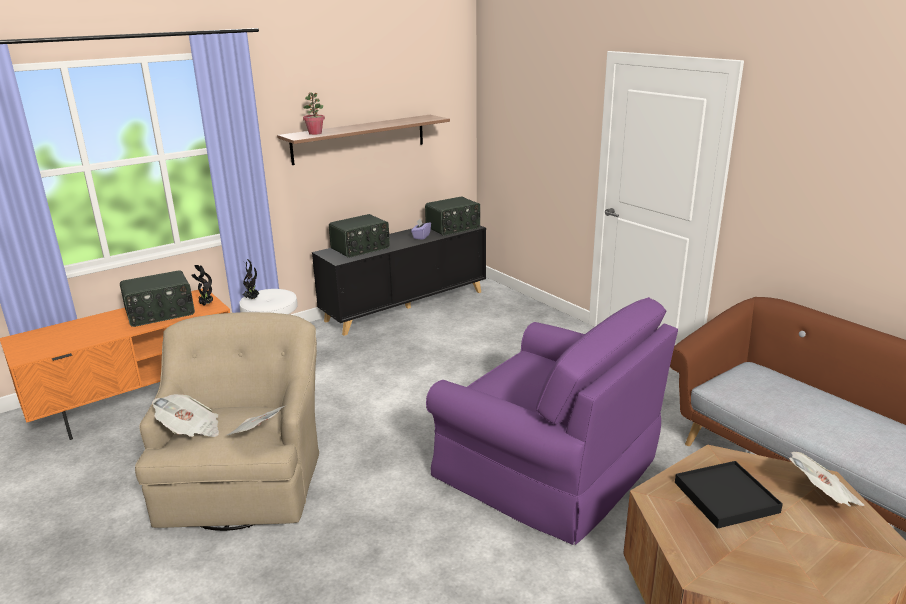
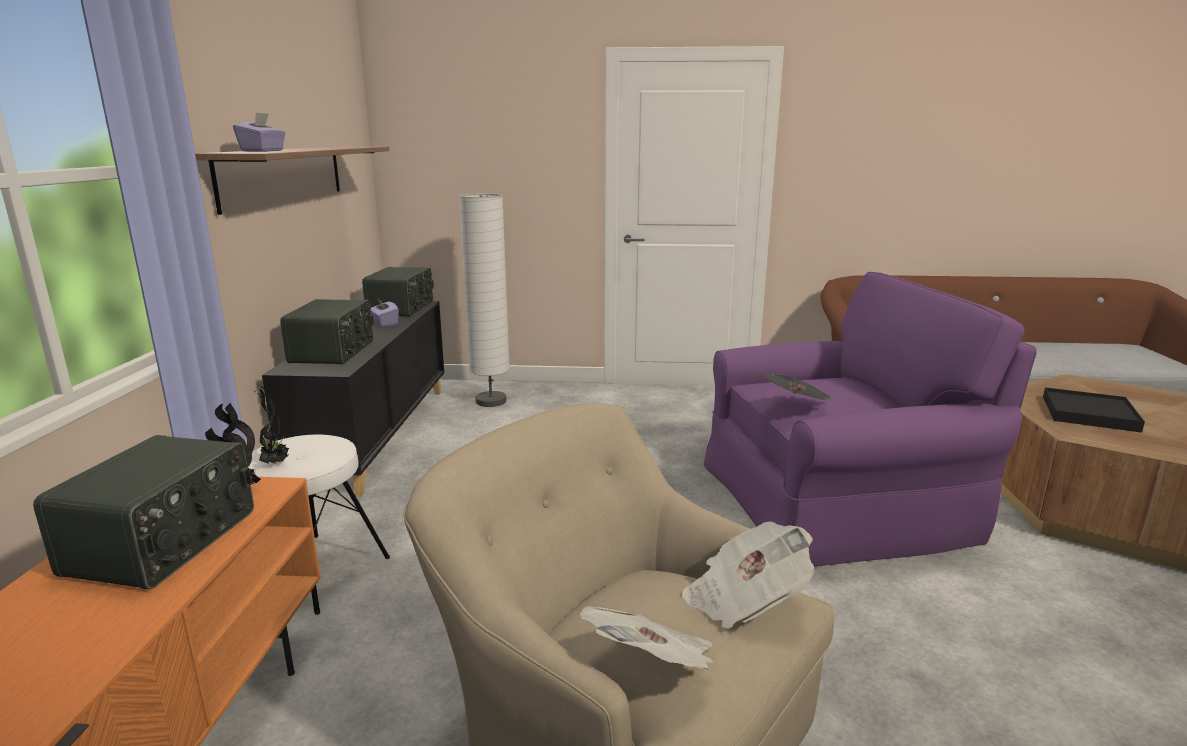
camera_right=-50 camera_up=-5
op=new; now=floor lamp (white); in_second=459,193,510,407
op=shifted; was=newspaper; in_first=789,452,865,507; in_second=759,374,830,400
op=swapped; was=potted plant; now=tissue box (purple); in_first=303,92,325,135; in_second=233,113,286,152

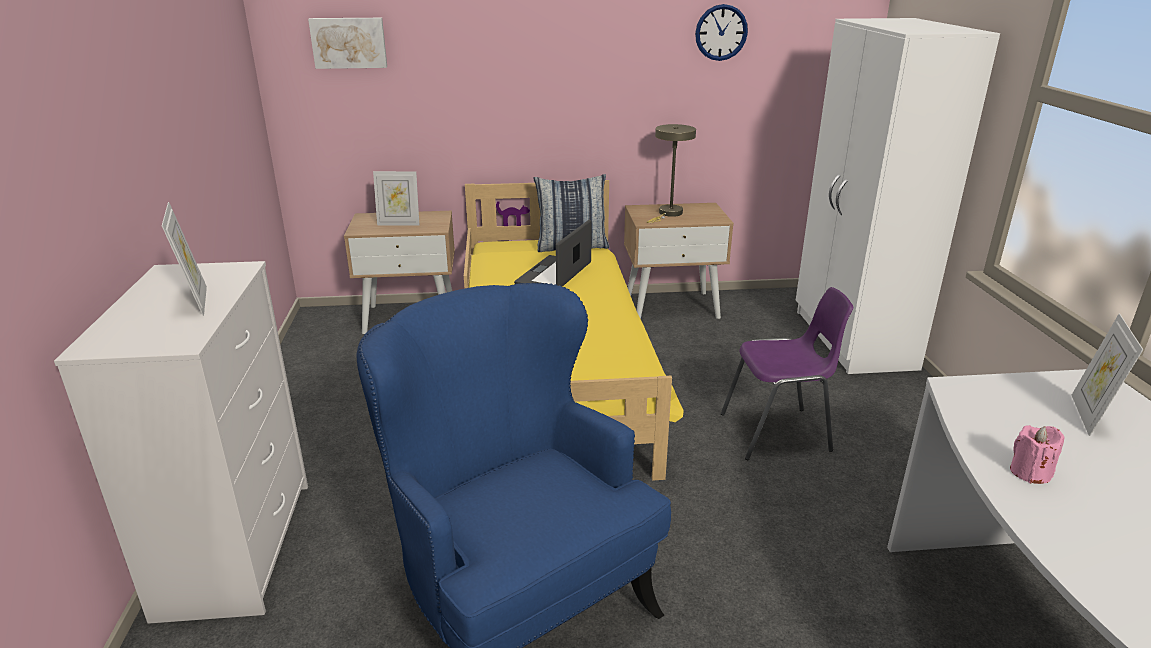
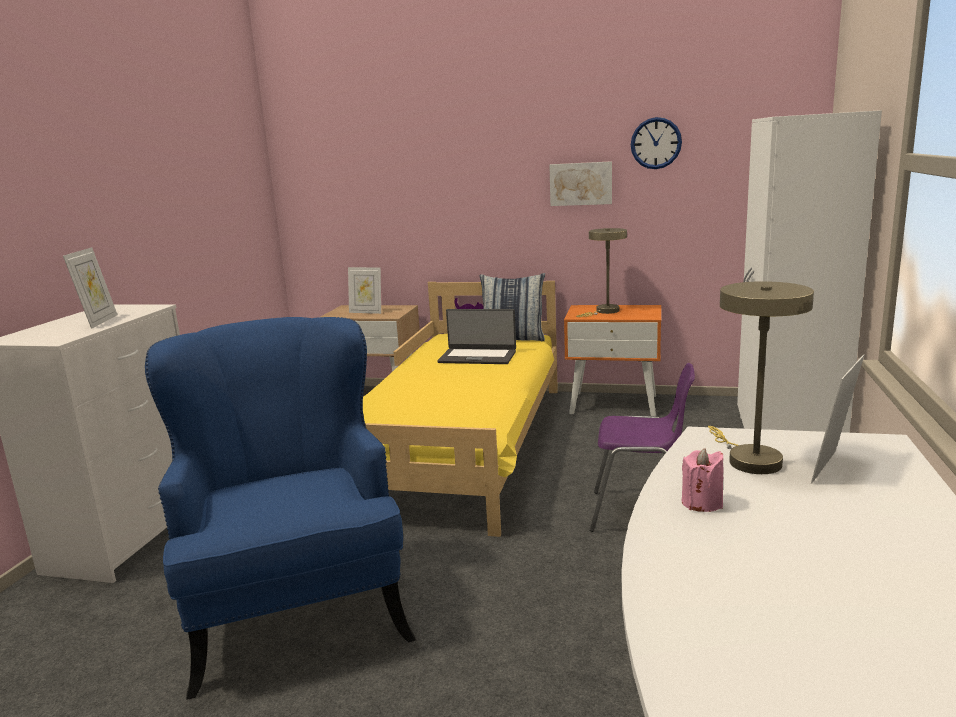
camera_right=20 camera_up=-10
op=new; now=table lamp (beige); in_second=708,281,814,474
op=shifted; was=picture; in_first=308,18,387,69; in_second=549,161,612,206
op=repainted; was=nightstand (beige); now=nightstand (orange); in_first=624,203,734,319; in_second=564,305,661,416
op=rotated; was=laptop; in_first=514,220,592,287; in_second=437,309,516,364; clockwise=-120

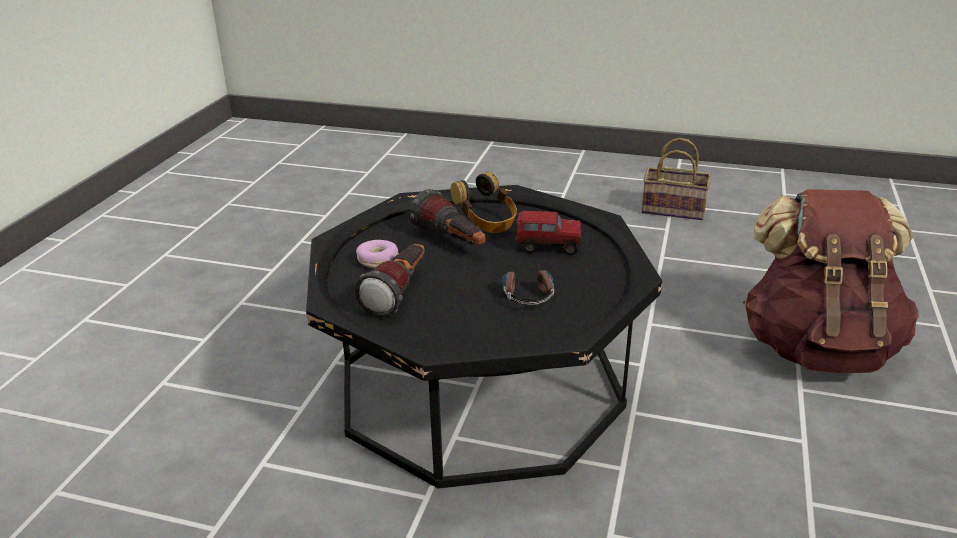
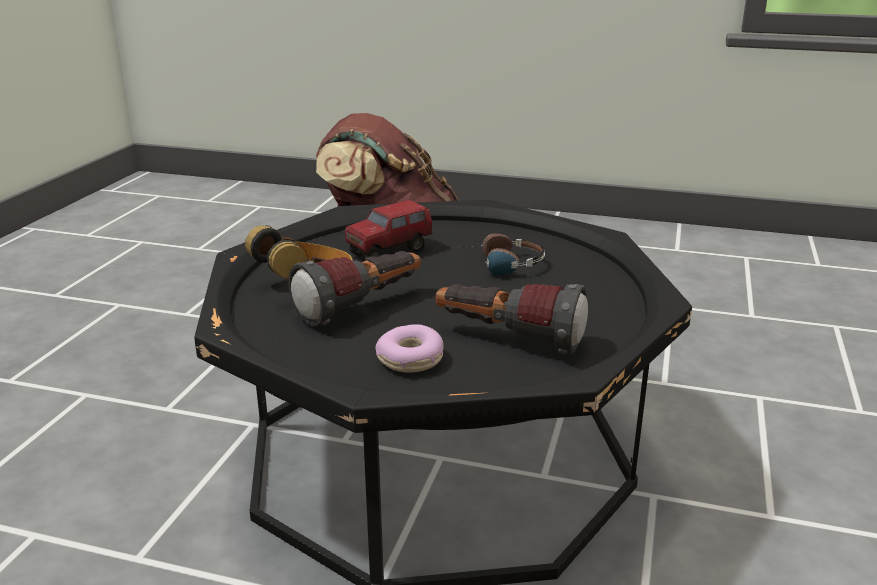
camera_right=-90 camera_up=-5
op=gone; was=basket; in_first=641,138,711,220
op=rotated; was=toy truck; in_first=516,211,581,255; in_second=345,200,432,259; clockwise=-135

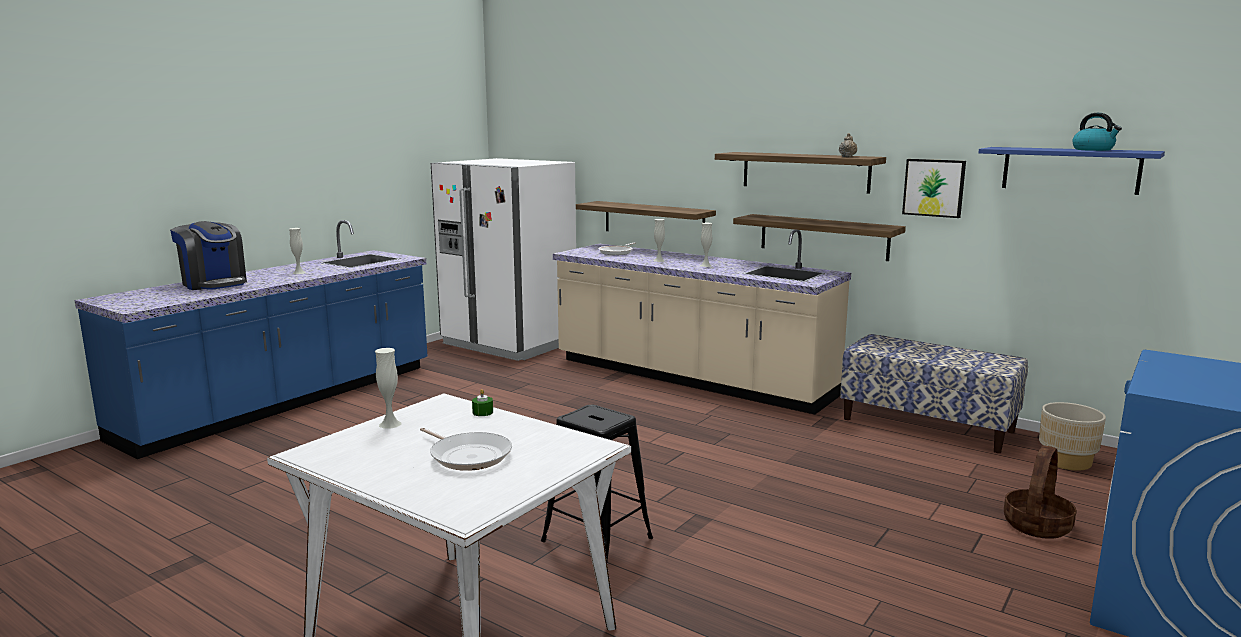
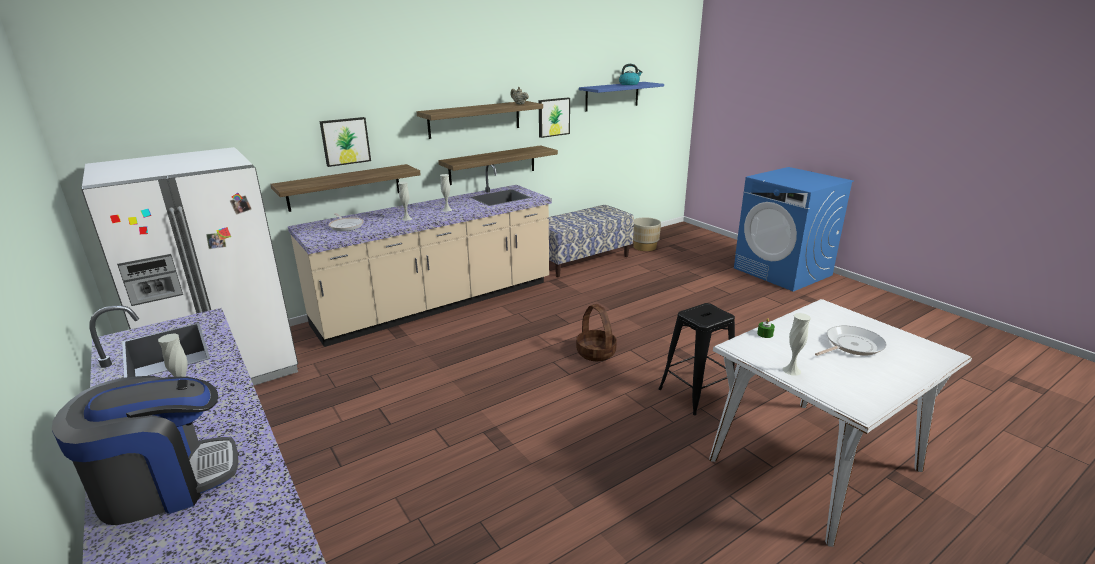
camera_right=-70 camera_up=10
op=new; now=picture; in_second=319,117,371,167
op=shifted; was=basket; in_first=1004,445,1077,539; in_second=576,304,617,361

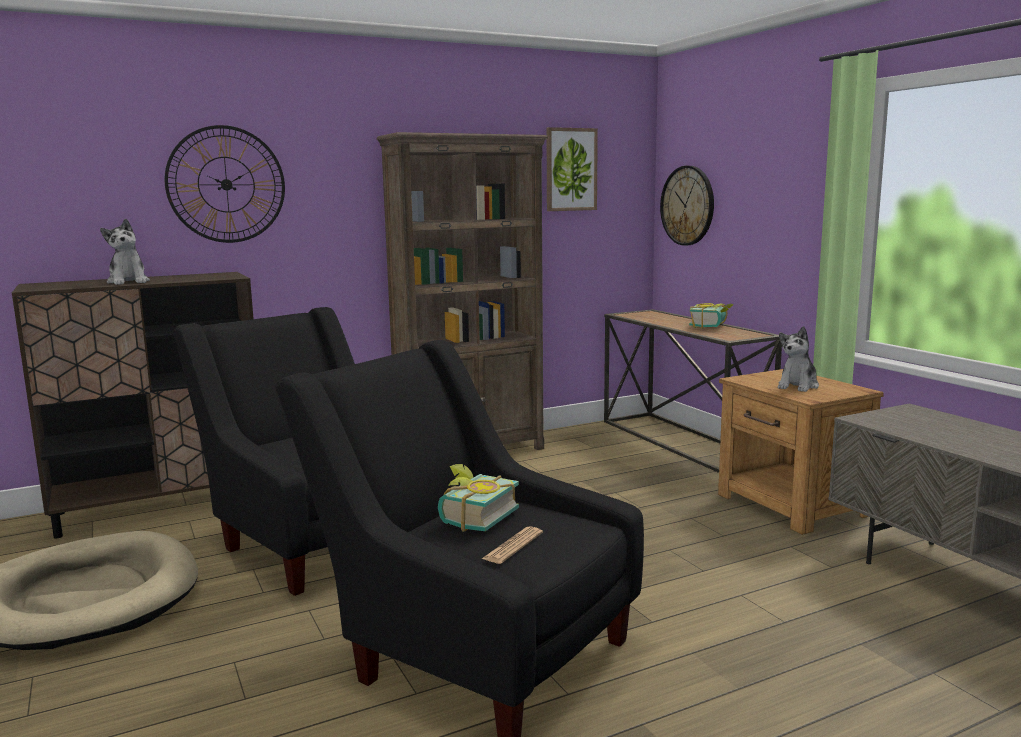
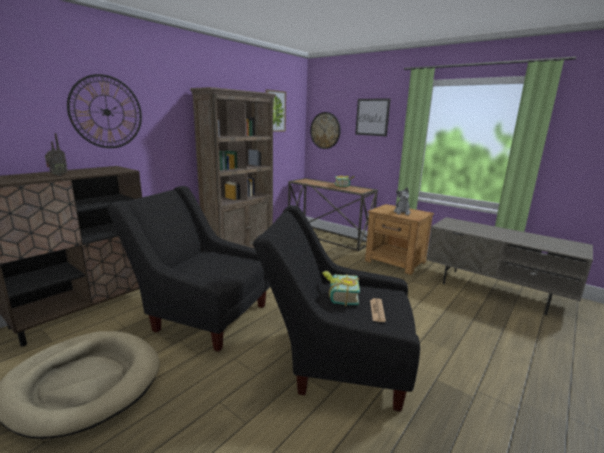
camera_right=-25 camera_up=5
op=new; now=picture; in_second=355,98,391,136
op=swapped; was=plush toy; now=radio; in_first=100,219,150,285; in_second=45,133,68,176

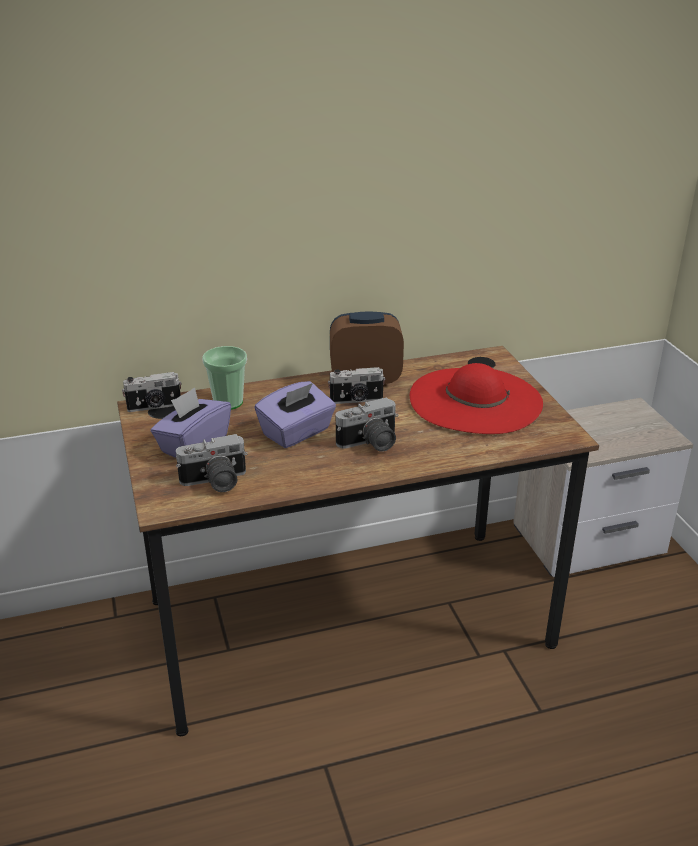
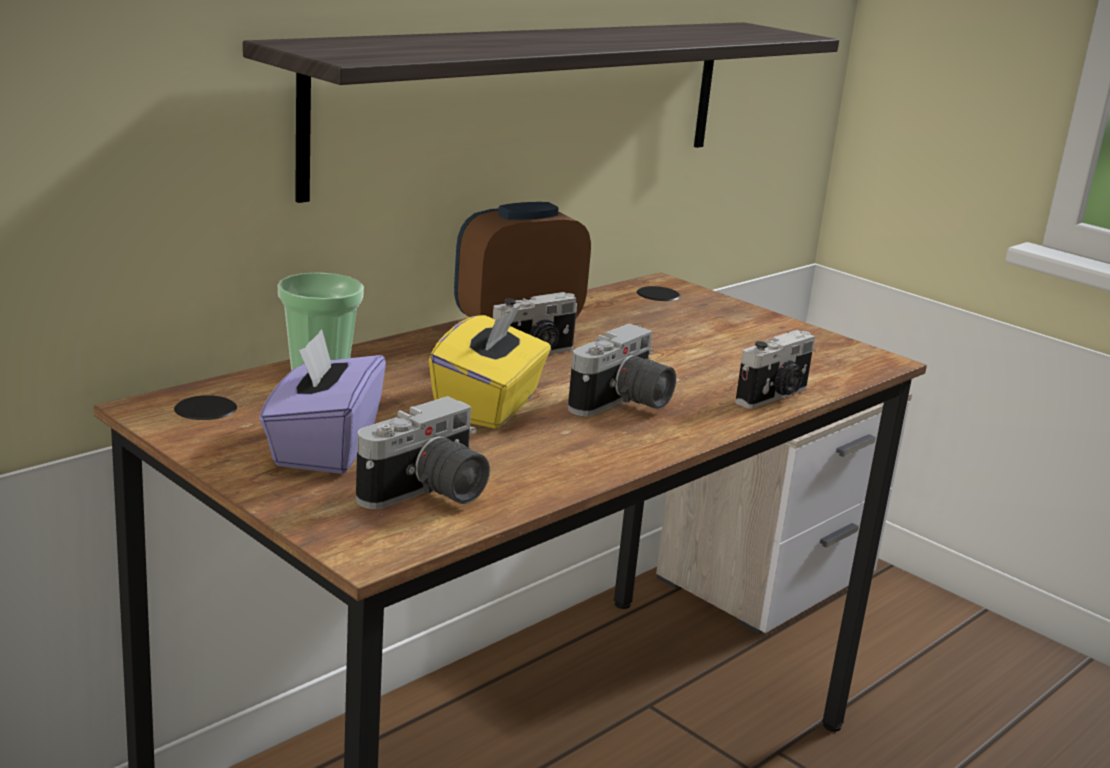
camera_right=-30 camera_up=-10
op=gone; was=hat (red); in_first=410,363,543,434
op=new; now=shelf; in_second=243,22,839,203
op=shifted; was=photo camera; in_first=122,372,182,412; in_second=735,330,815,409
op=repainted; was=tissue box (purple); now=tissue box (yellow); in_first=254,381,336,448; in_second=429,305,551,429

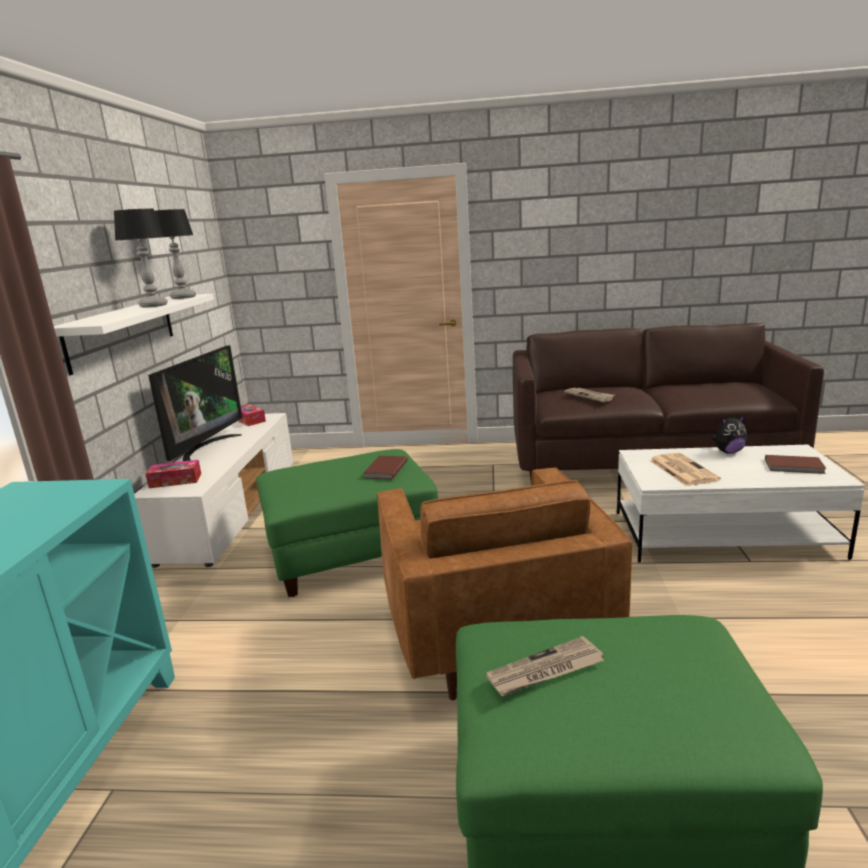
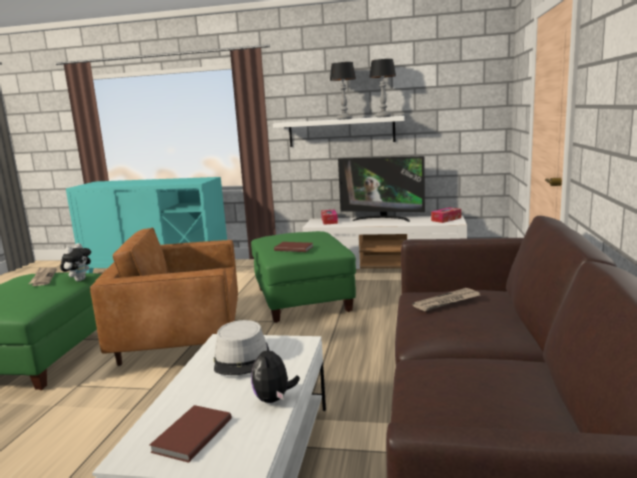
camera_right=95 camera_up=-5
op=new; now=plush toy; in_second=60,243,91,281
op=swapped; was=newspaper; now=hat (grey); in_first=649,453,721,486; in_second=214,320,267,375

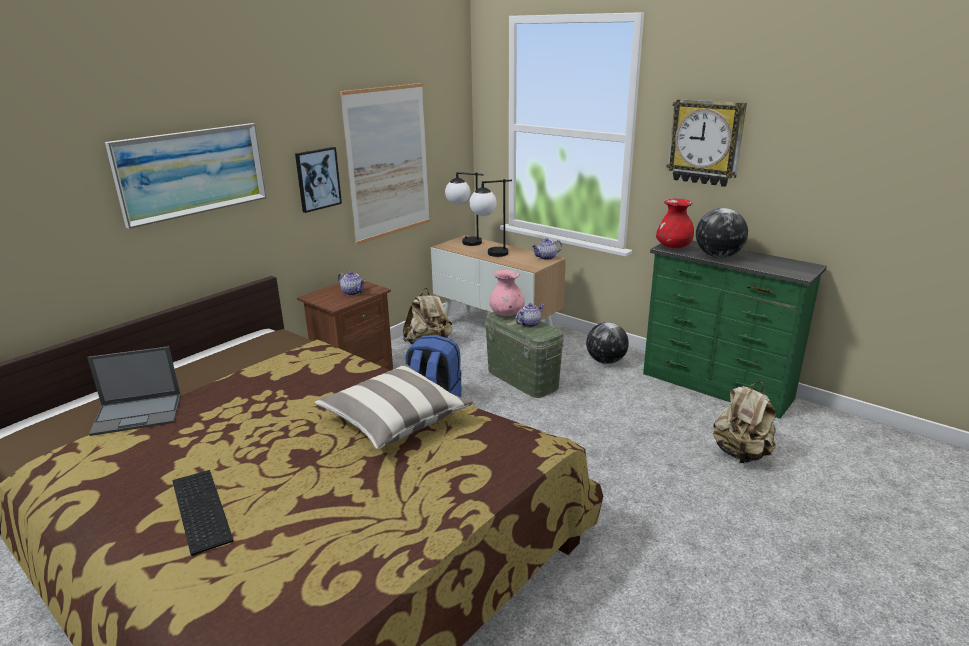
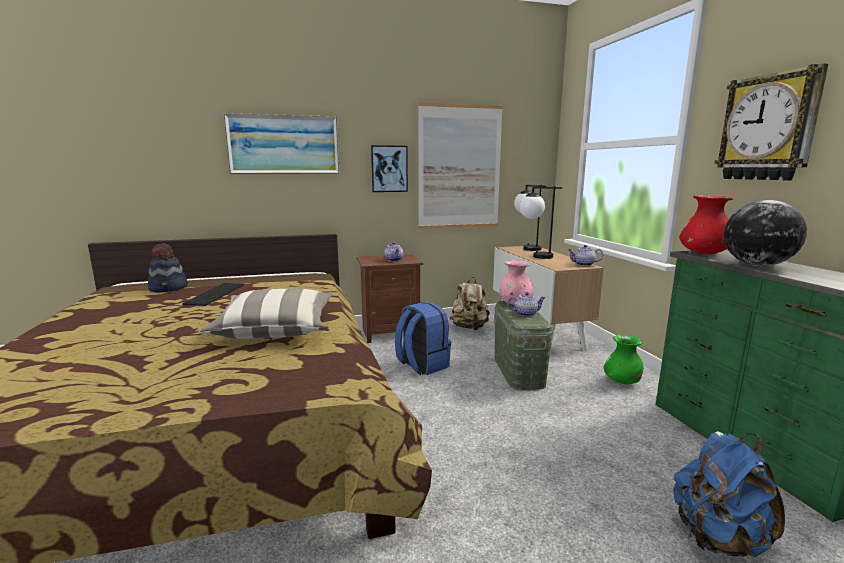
camera_right=35 camera_up=-10
op=shifted; was=keyboard; in_first=172,470,234,556; in_second=182,283,244,306
op=swapped; was=laptop; now=hat; in_first=87,346,181,436; in_second=148,243,188,292
op=swapped; was=globe; now=vase (green); in_first=586,322,629,364; in_second=604,335,643,384
op=repainted; was=backpack (beige); now=backpack (blue); in_first=713,382,776,463; in_second=673,431,785,557

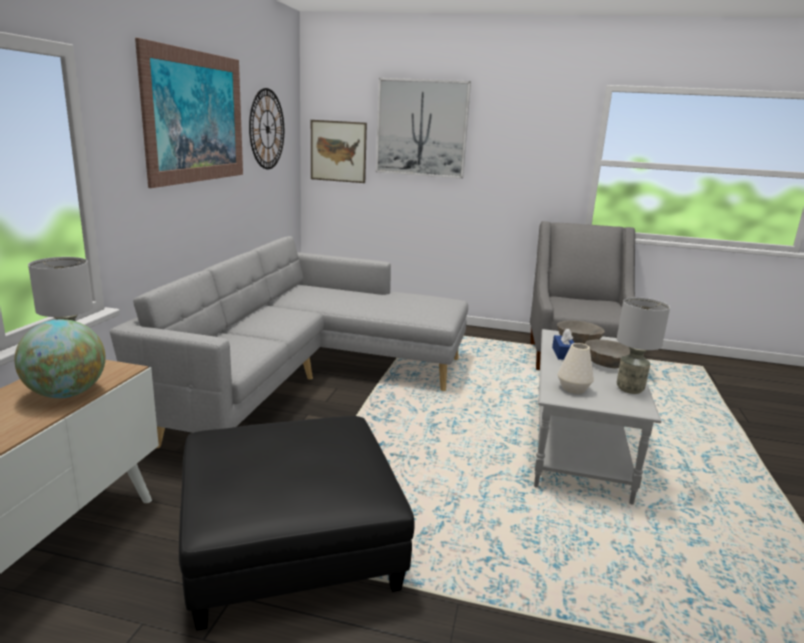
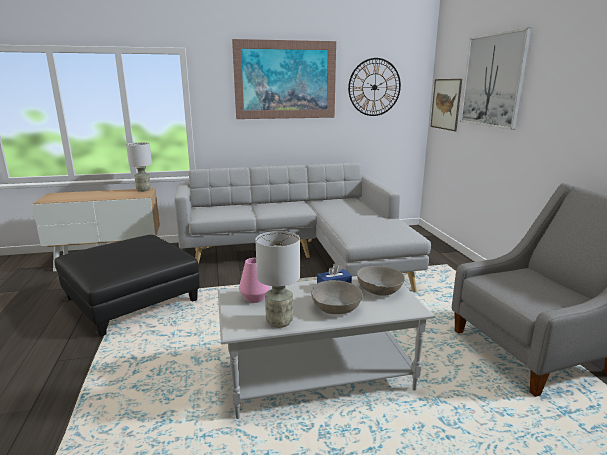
camera_right=65 camera_up=0
op=gone; was=globe; in_first=14,319,106,398
op=repainted; was=vase (white); now=vase (pink); in_first=558,343,594,394; in_second=239,258,270,303

